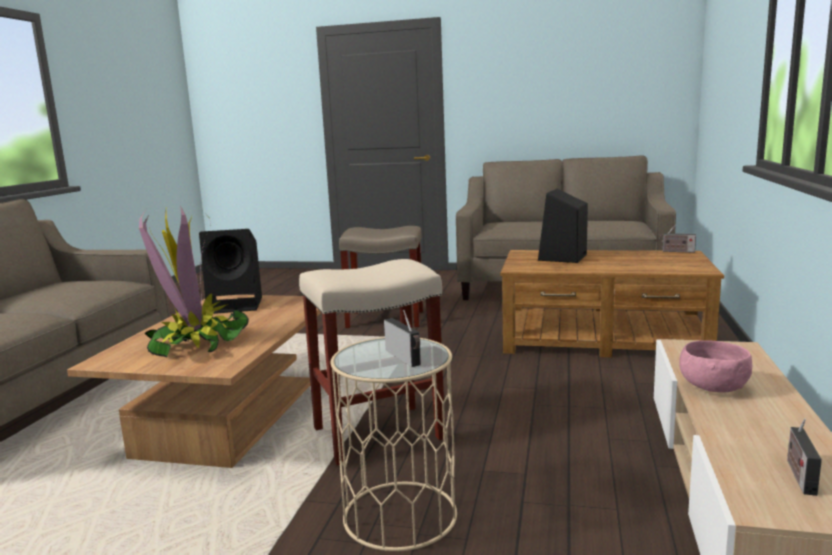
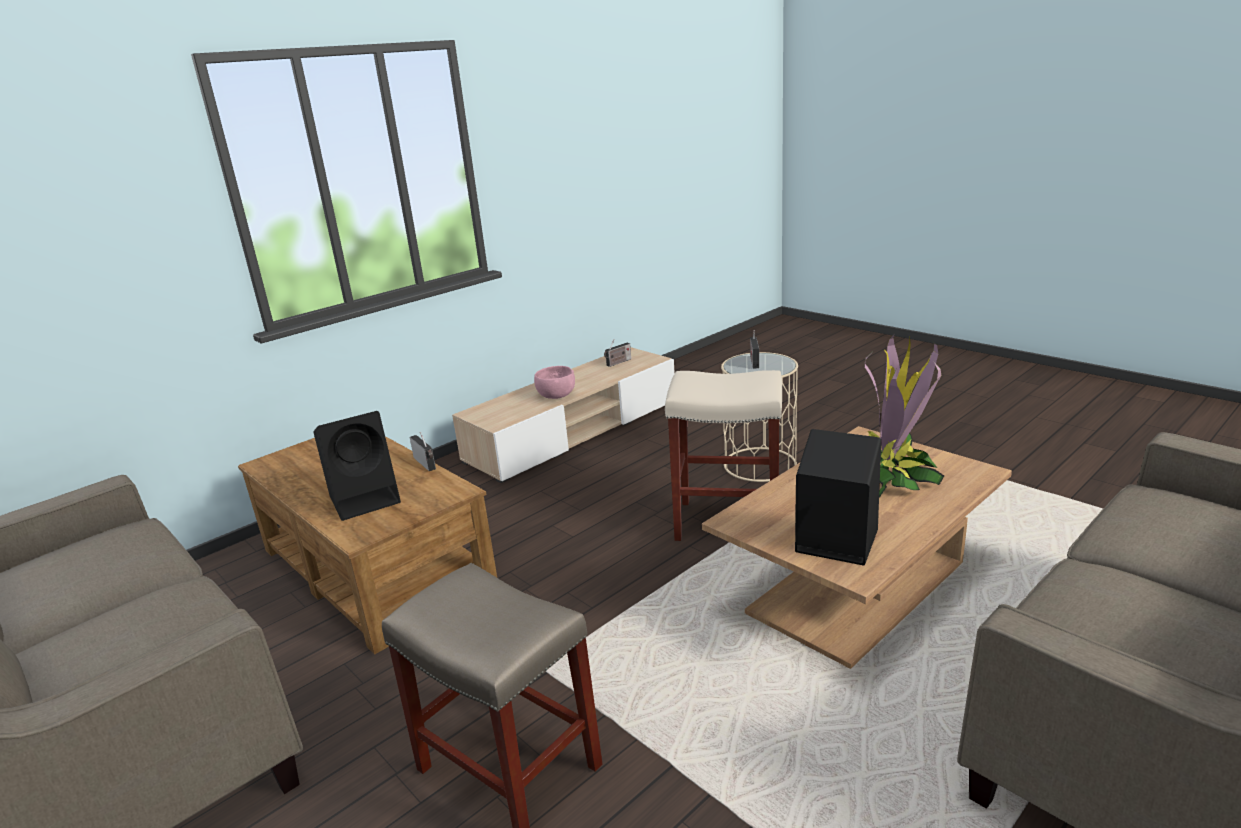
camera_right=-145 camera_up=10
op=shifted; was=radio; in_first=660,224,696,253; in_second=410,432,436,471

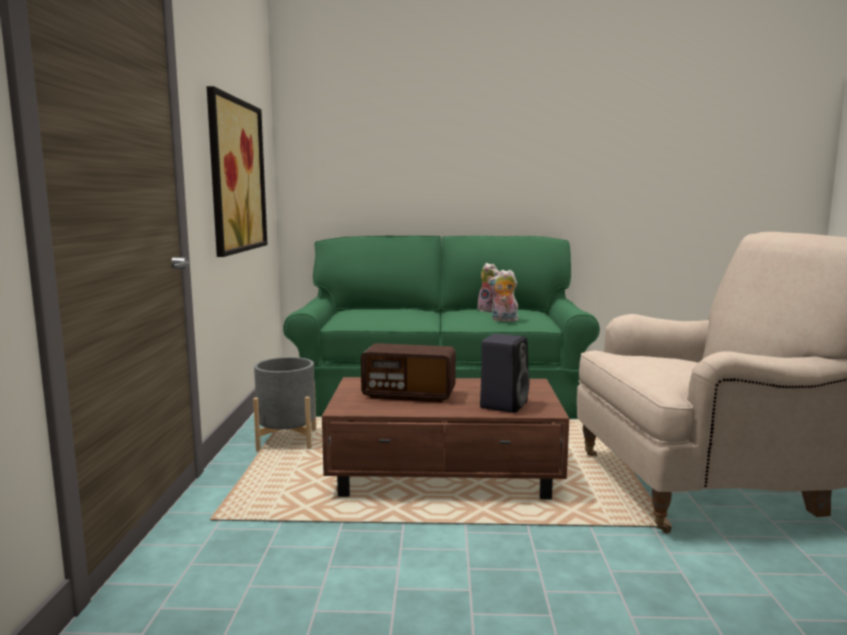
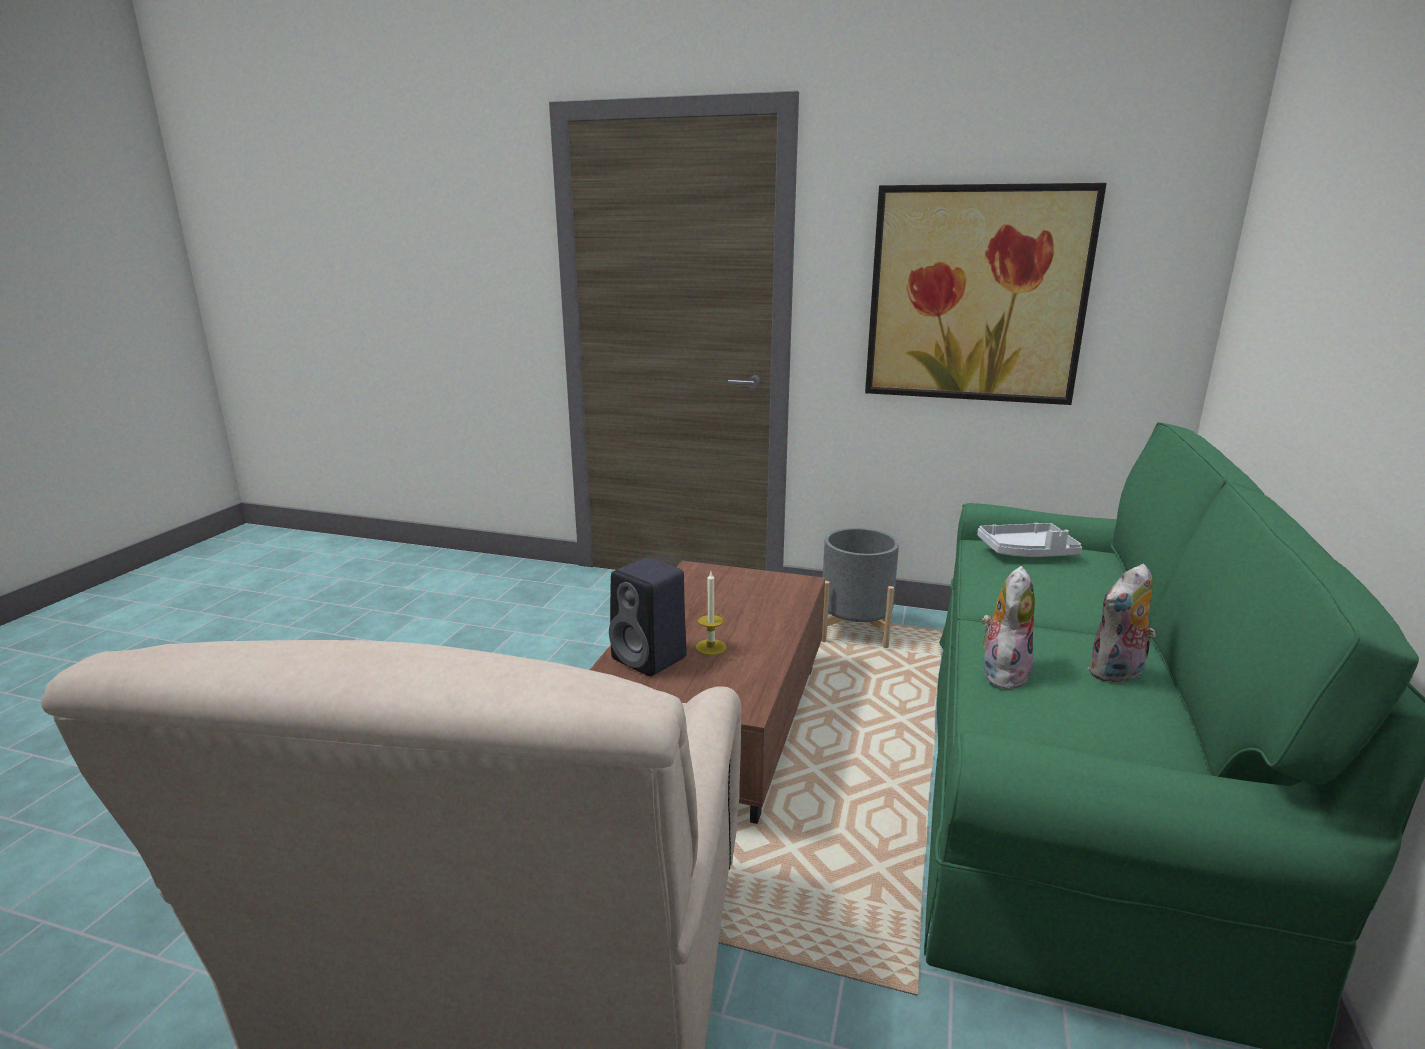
camera_right=105 camera_up=10
op=gone; was=radio; in_first=361,343,456,403
op=new; now=candle; in_second=696,572,726,655
op=new; now=tray (grey); in_second=977,523,1082,557

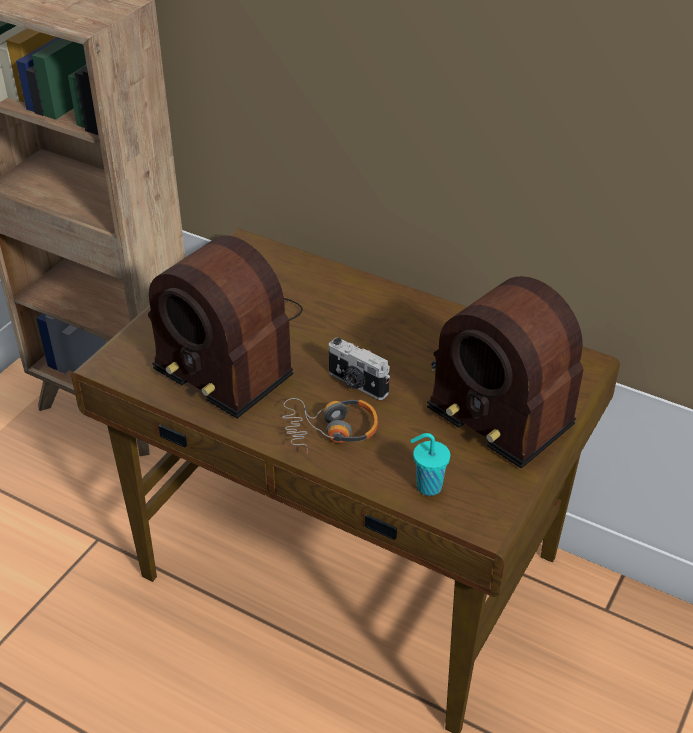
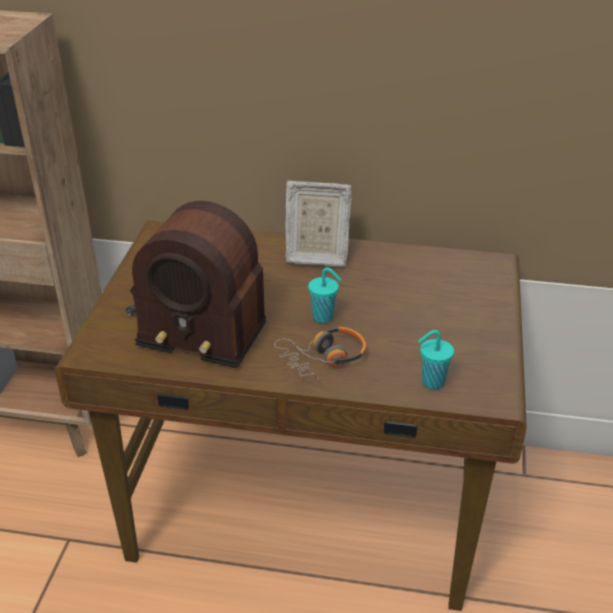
camera_right=-20 camera_up=-5
op=gone; was=radio; in_first=427,276,583,469
op=new; now=picture frame; in_second=285,181,352,267
op=swapped; was=photo camera; now=cup (turquoise); in_first=329,338,390,400; in_second=308,267,342,323

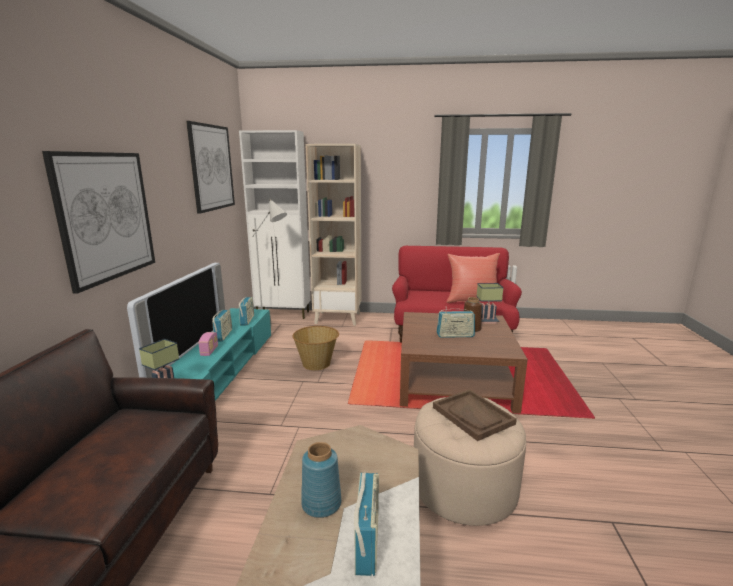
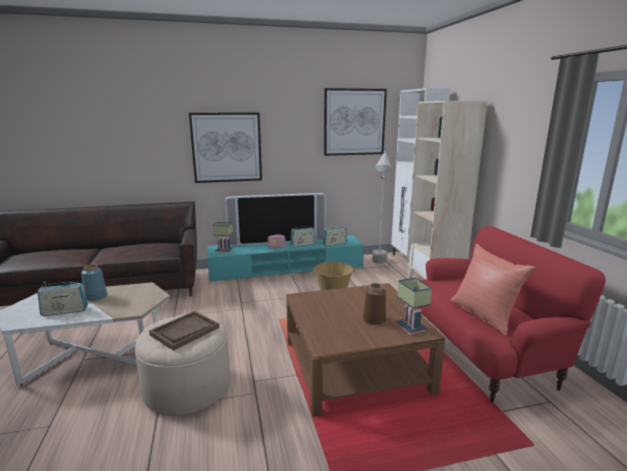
camera_right=70 camera_up=0
op=gone; was=radio; in_first=437,307,475,338

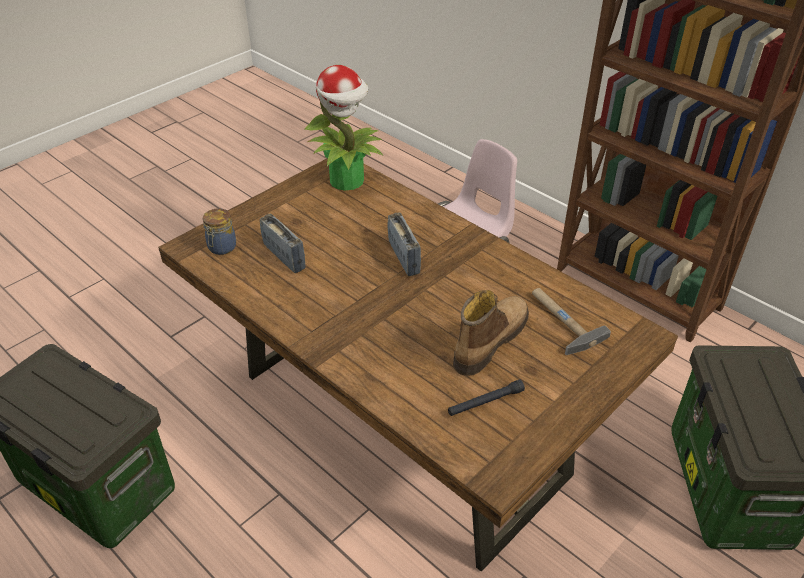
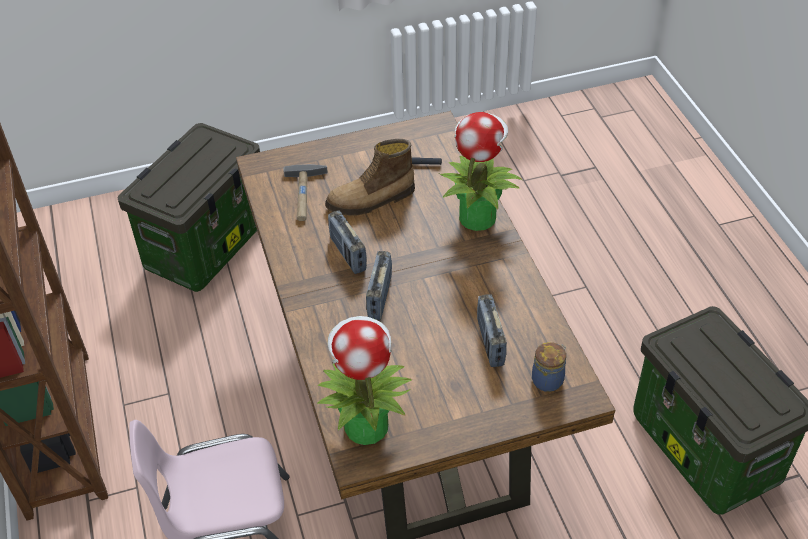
camera_right=-150 camera_up=5
op=new; now=radio; in_second=328,211,367,274
op=new; now=potted plant; in_second=439,112,522,231

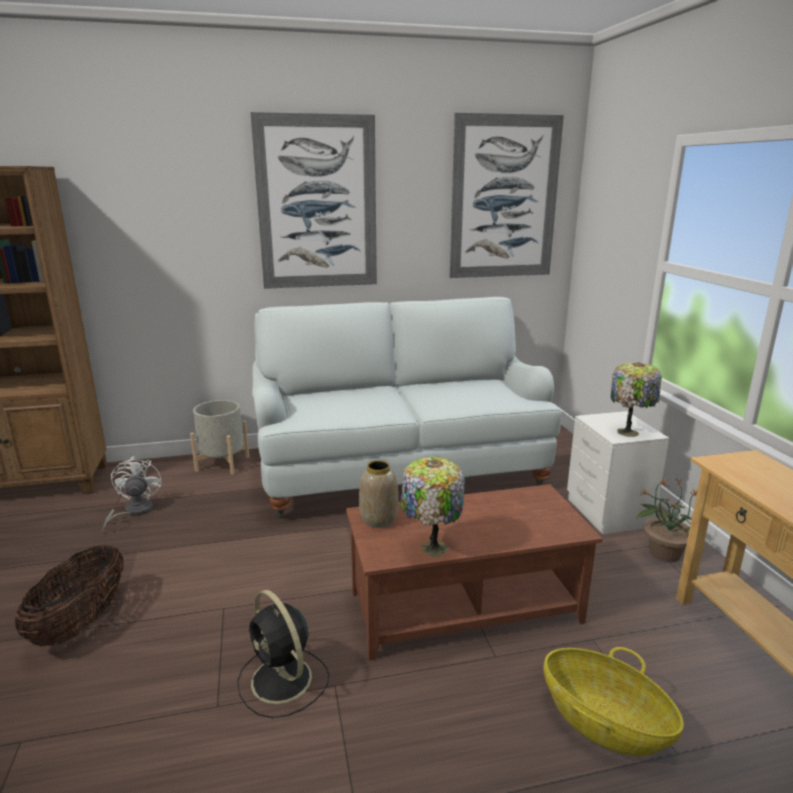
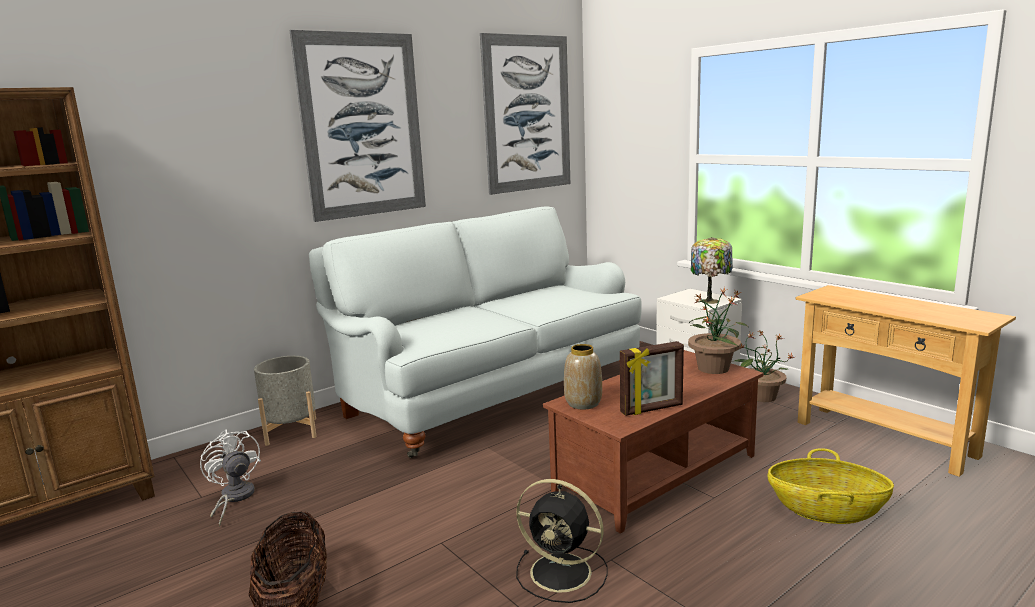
camera_right=-25 camera_up=-5
op=new; now=potted plant; in_second=688,287,749,374
op=swapped; was=table lamp; now=picture frame; in_first=400,457,465,558; in_second=620,341,684,416

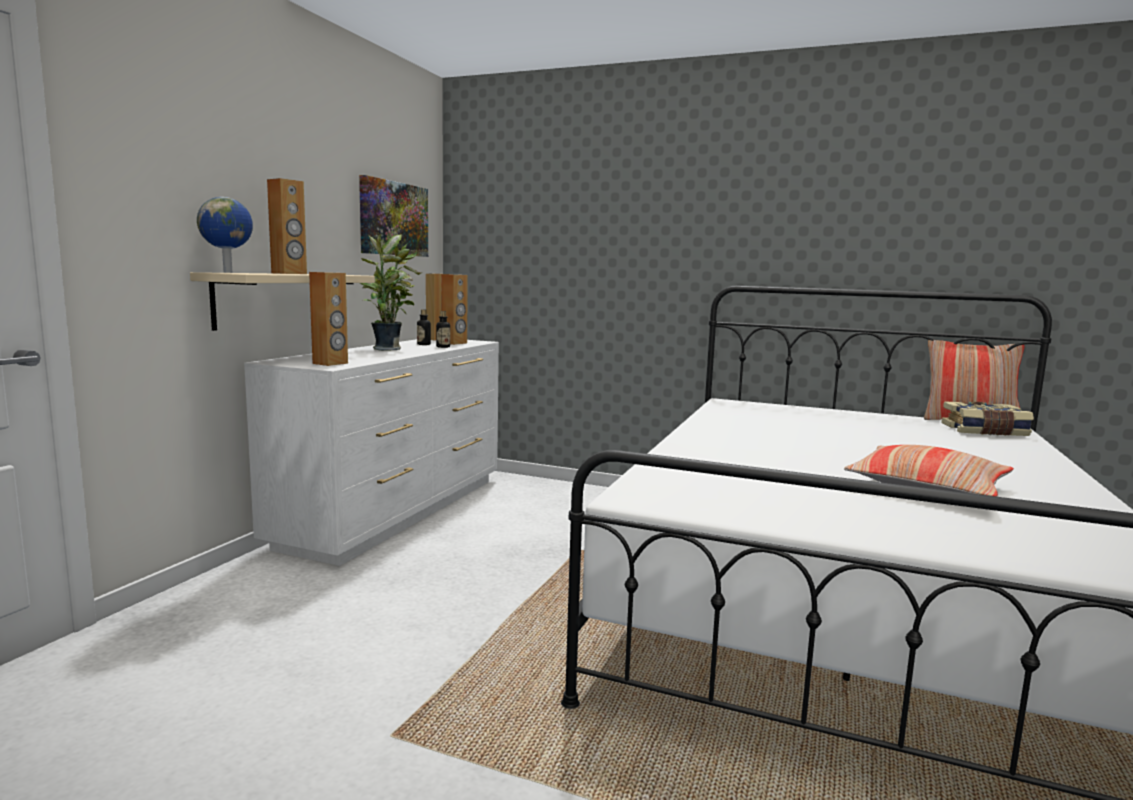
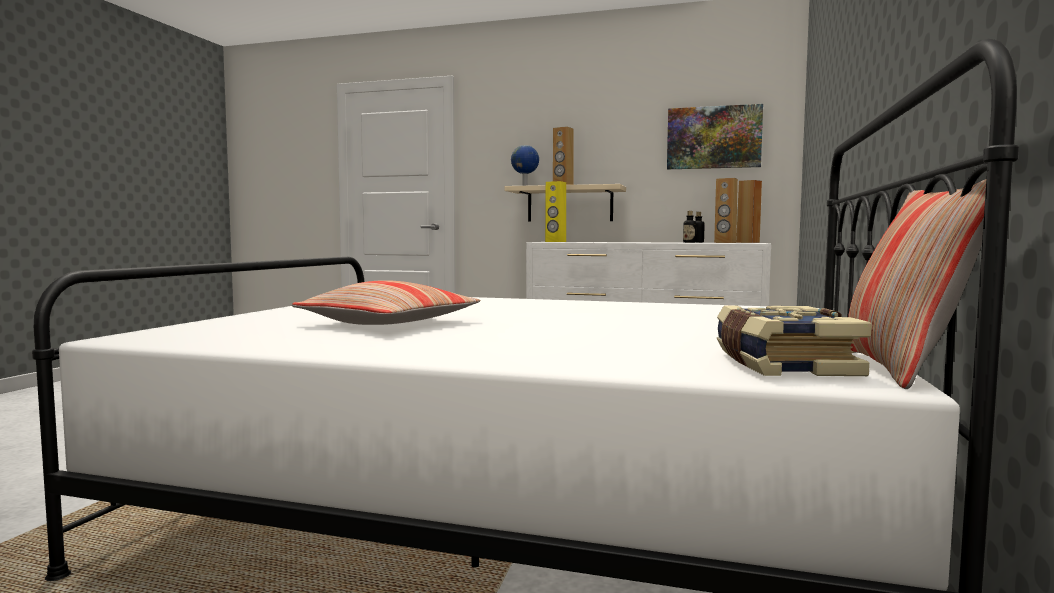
camera_right=85 camera_up=-5
op=gone; was=potted plant; in_first=360,234,421,351
op=repainted; was=speaker (brown); now=speaker (yellow); in_first=309,272,348,366; in_second=545,181,566,242

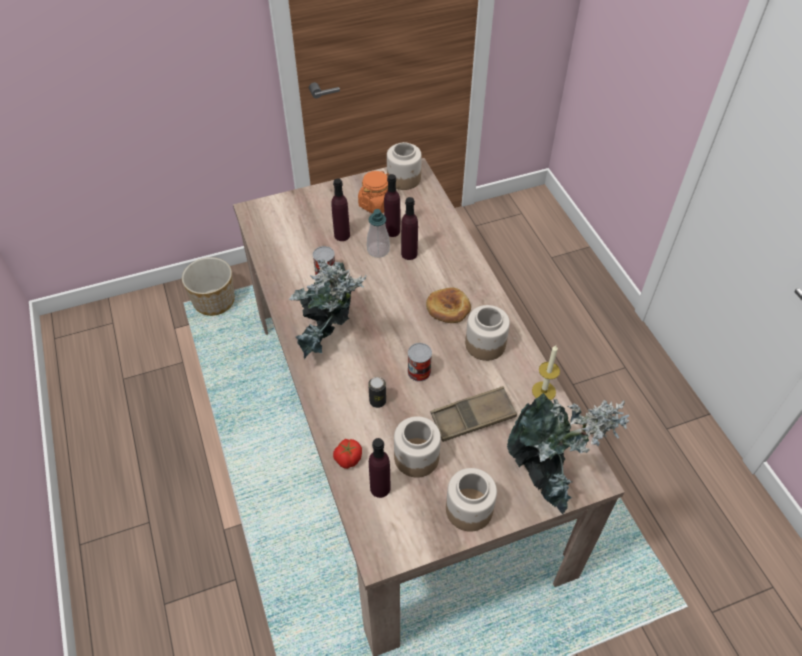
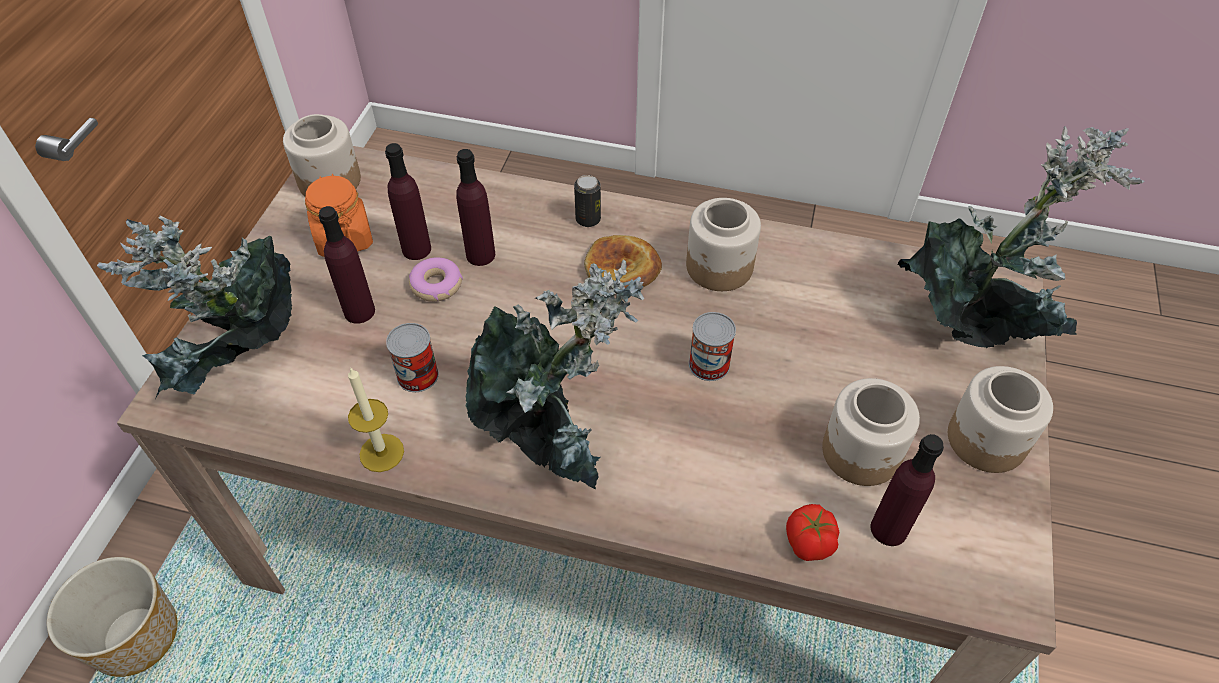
camera_right=-55 camera_up=0
op=gone; was=tray (brown); in_first=430,386,517,442
op=new; now=potted plant; in_second=97,216,292,400
op=shifted; was=can; in_first=368,377,386,408; in_second=574,175,601,227
op=shifted; was=candle; in_first=532,345,560,400; in_second=348,367,404,472
op=swapped; was=soap dispenser; now=donut; in_first=367,209,390,258; in_second=409,257,463,302

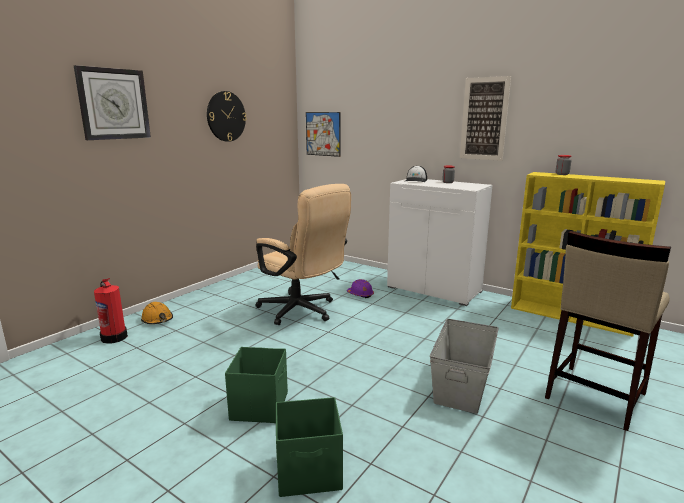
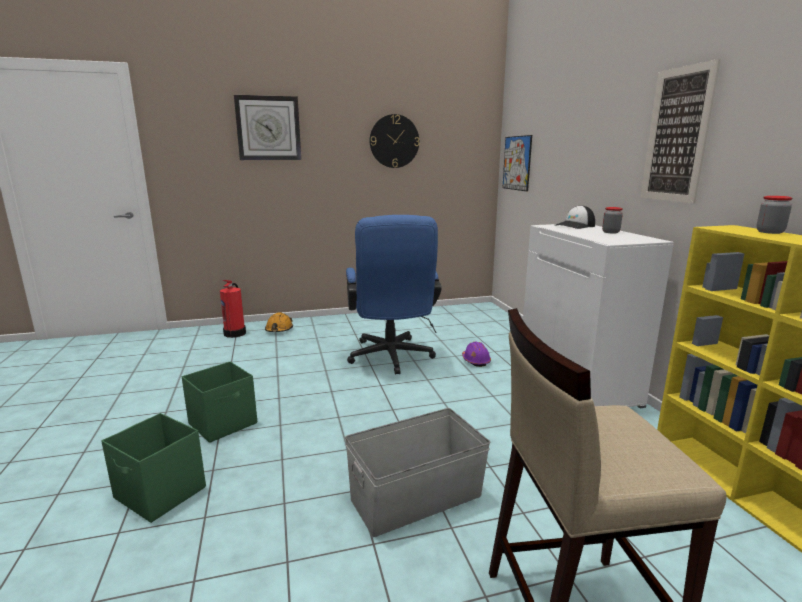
camera_right=40 camera_up=0
op=repainted; was=office chair (beige); now=office chair (blue); in_first=255,184,351,325; in_second=346,215,442,374

